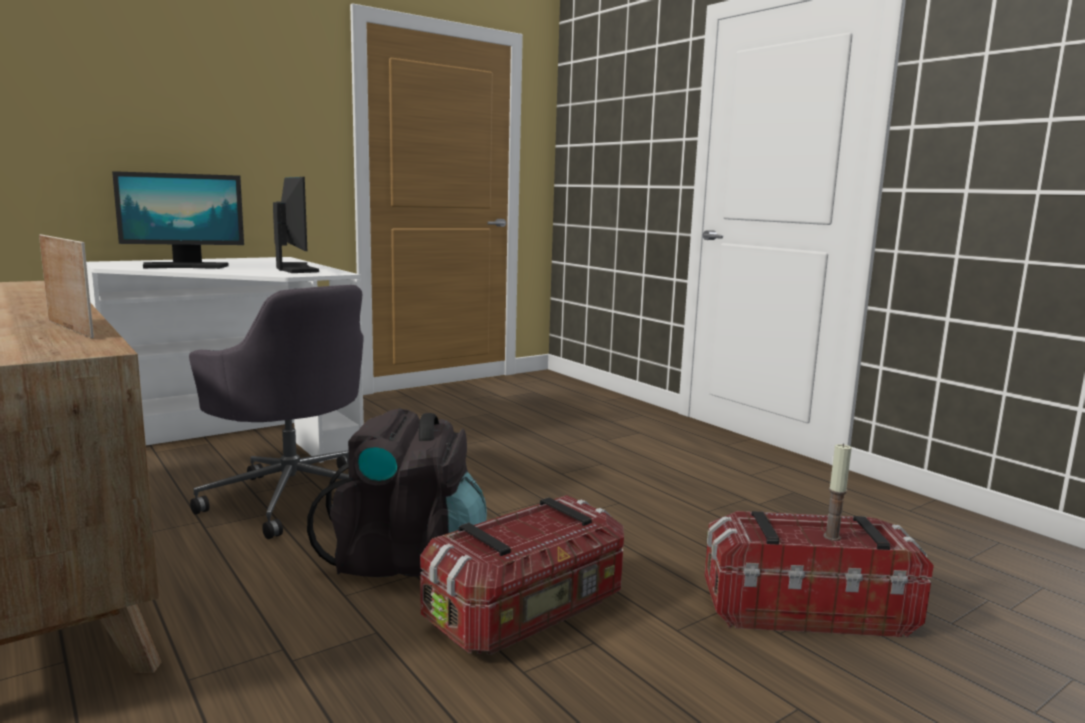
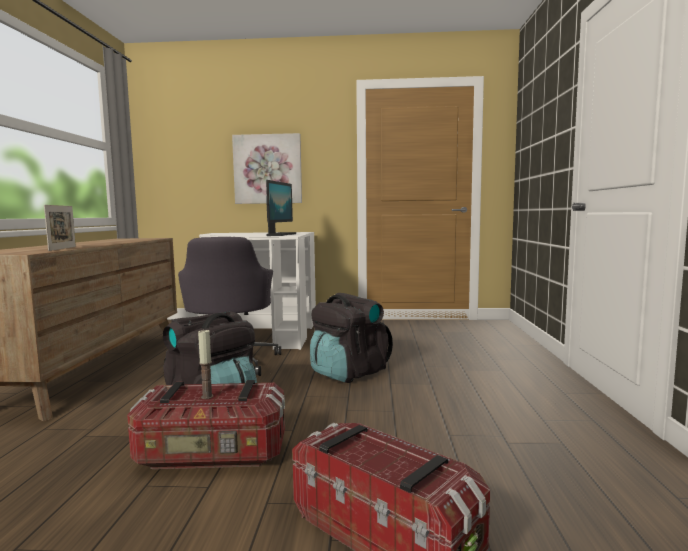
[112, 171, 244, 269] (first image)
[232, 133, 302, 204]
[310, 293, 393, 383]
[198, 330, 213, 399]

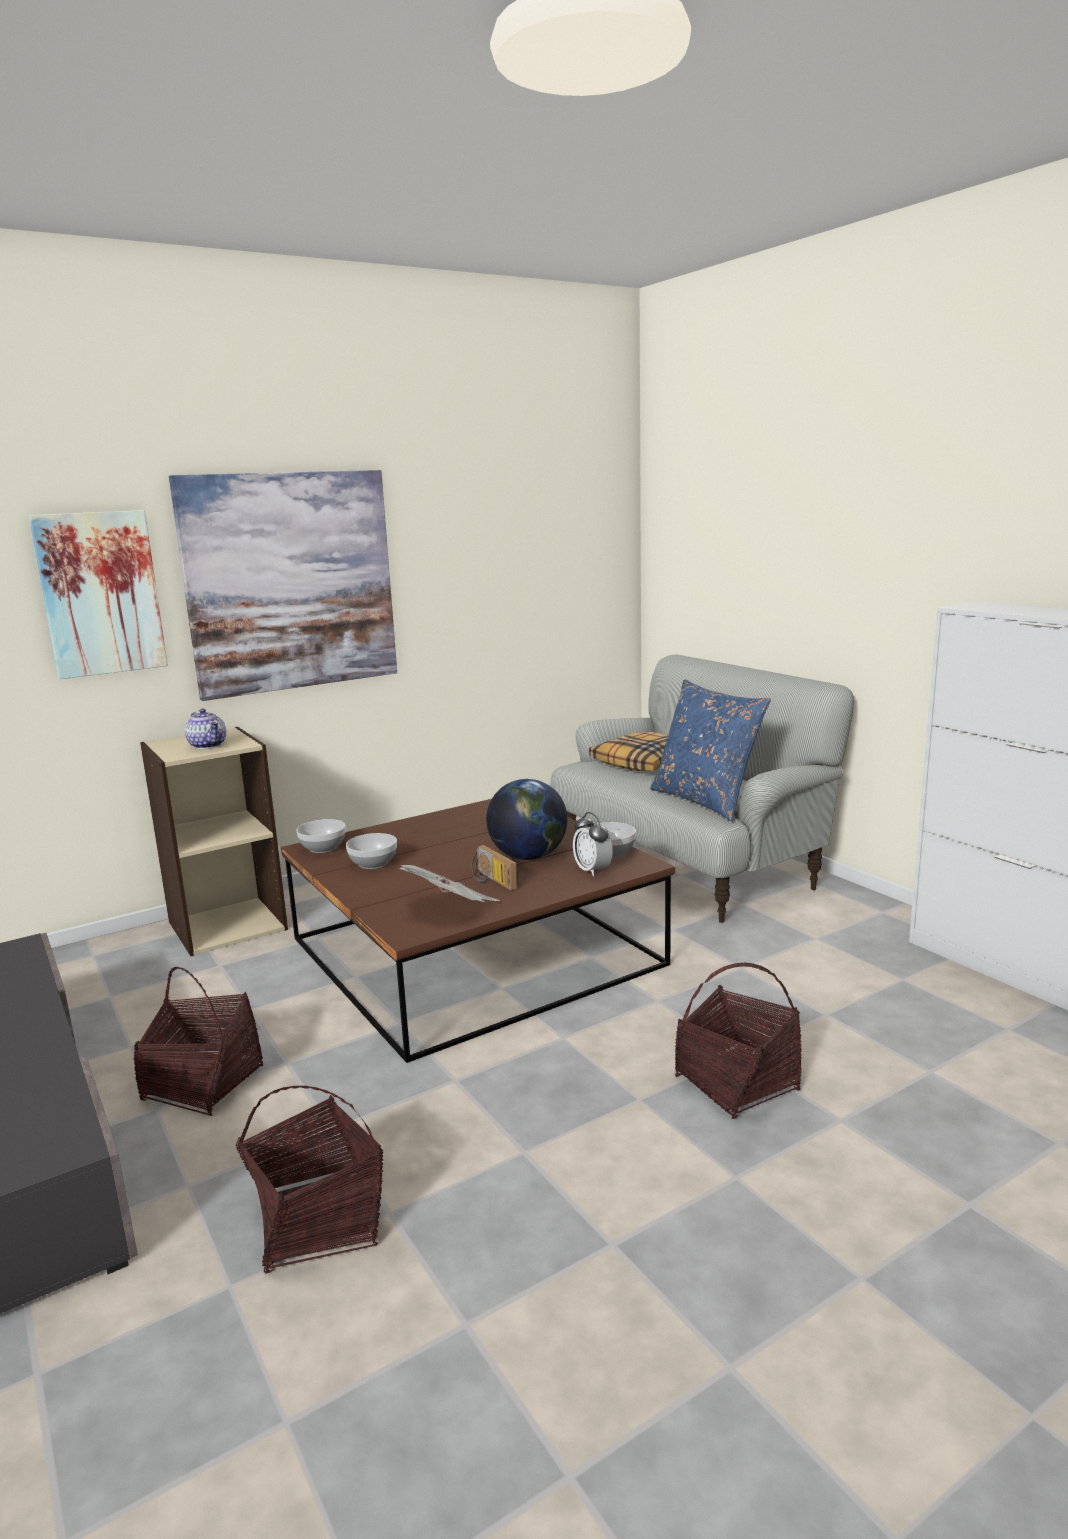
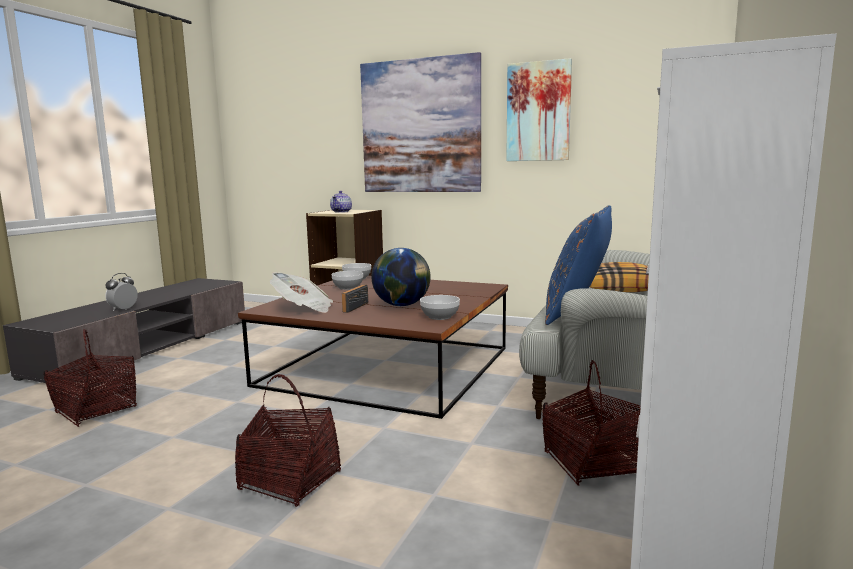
[506, 58, 572, 161]
[542, 360, 641, 486]
[105, 273, 138, 311]

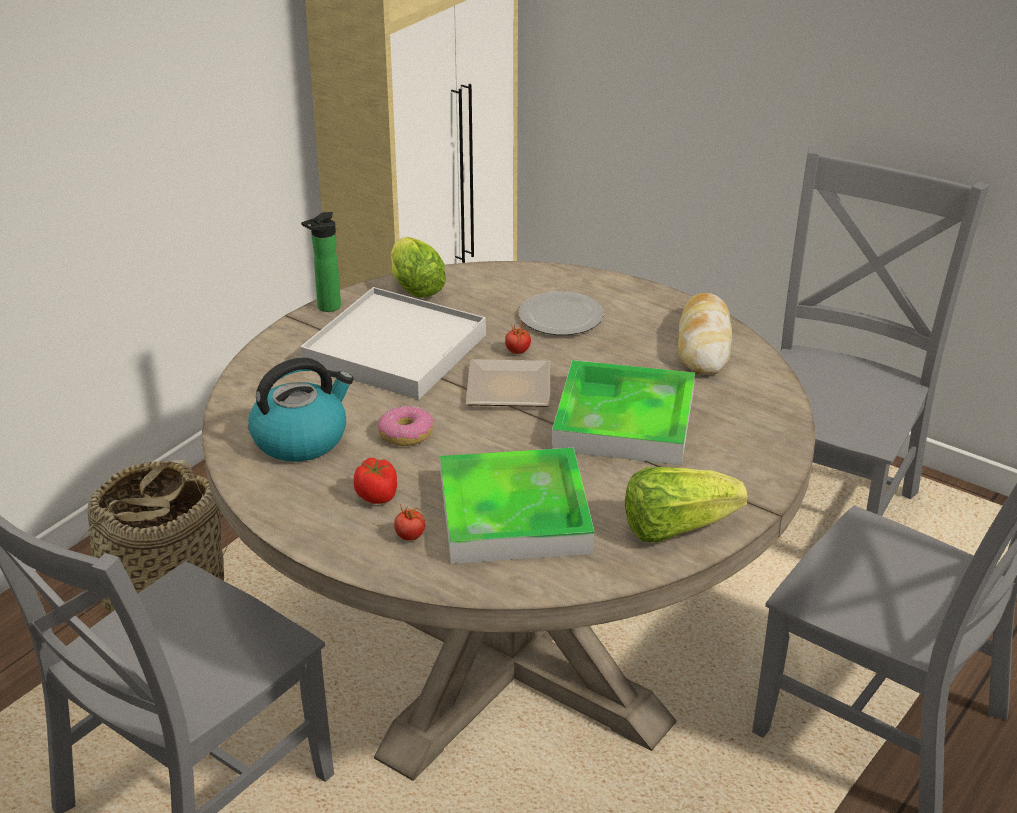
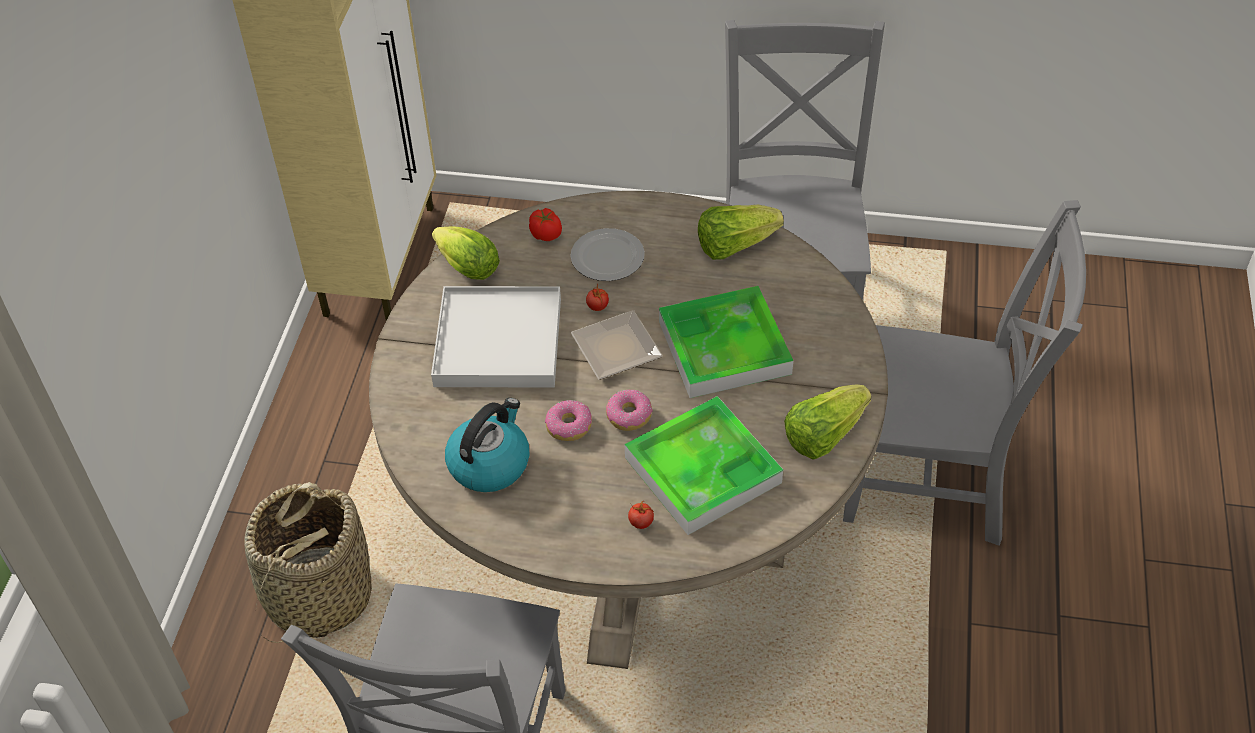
[301, 212, 341, 312] (first image)
[606, 390, 653, 431]
[529, 208, 562, 241]
[698, 205, 784, 260]

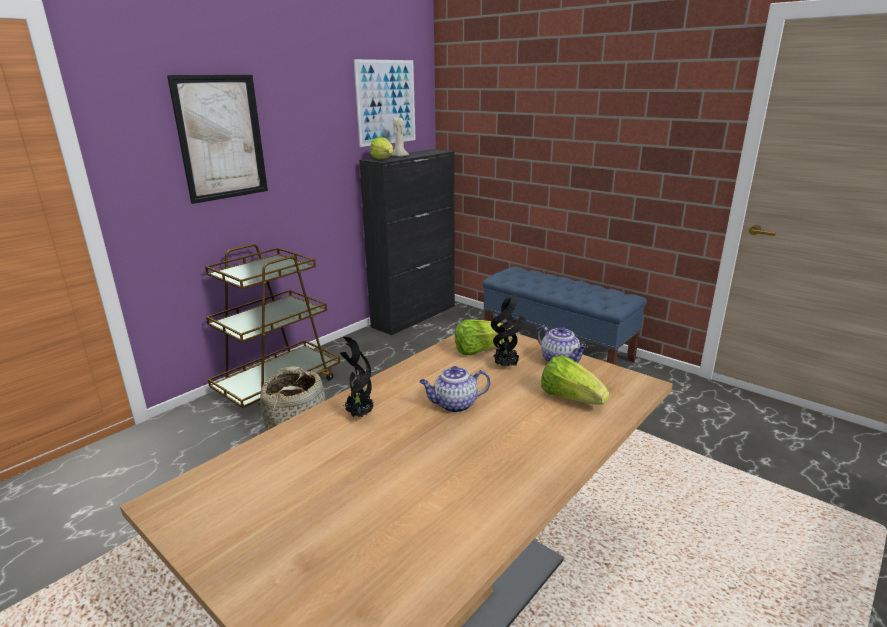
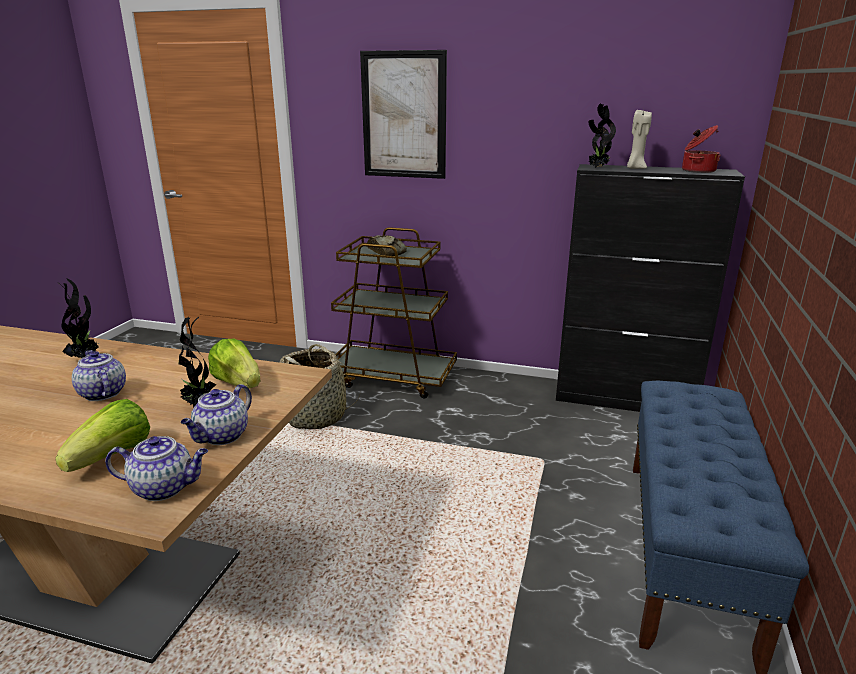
[354, 59, 416, 147] (first image)
[105, 436, 208, 501]
[367, 235, 407, 256]
[682, 125, 721, 173]
[589, 104, 616, 167]

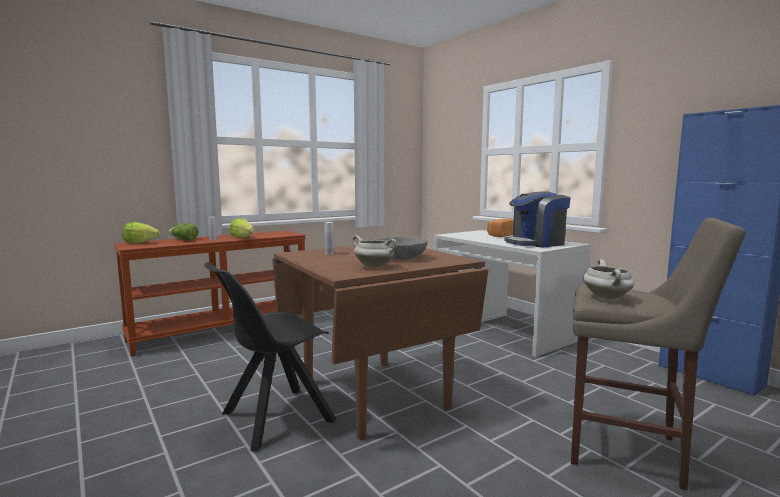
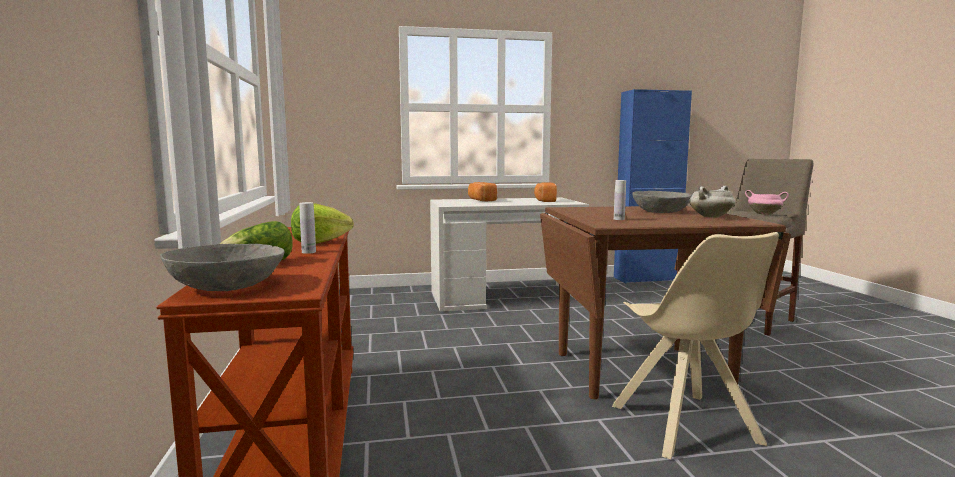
[160, 244, 285, 291]
[534, 182, 557, 202]
[612, 232, 779, 459]
[745, 190, 789, 215]

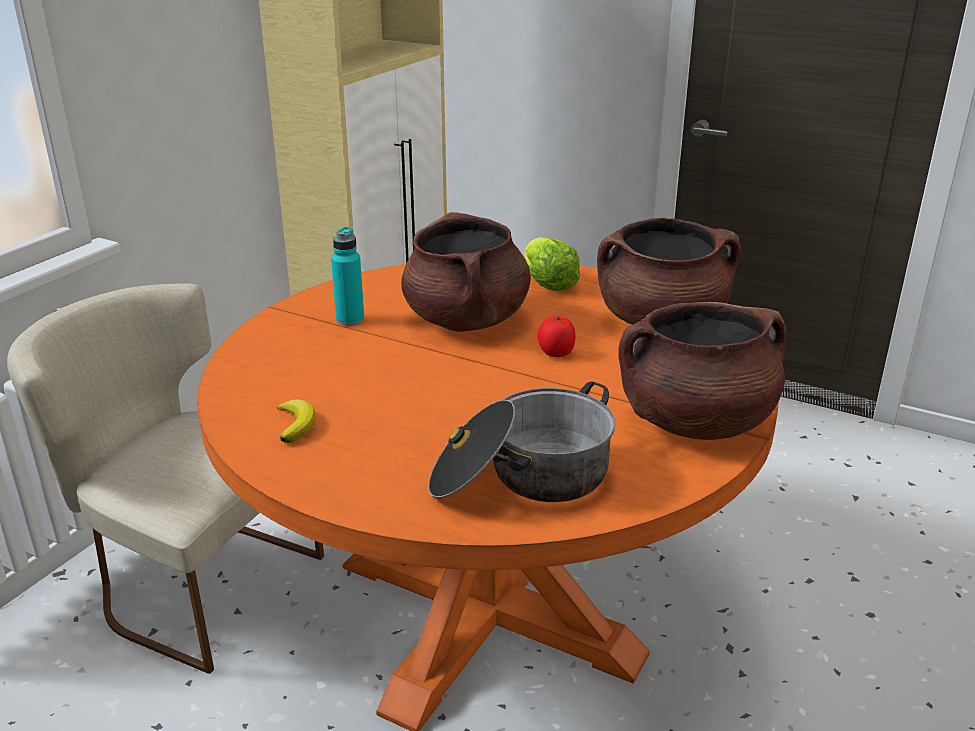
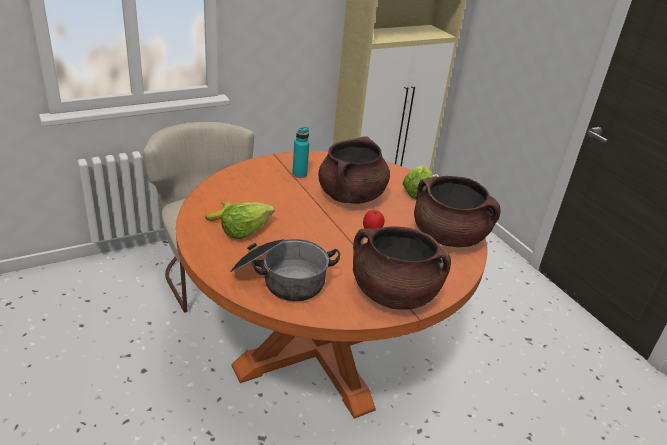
[221, 202, 275, 239]

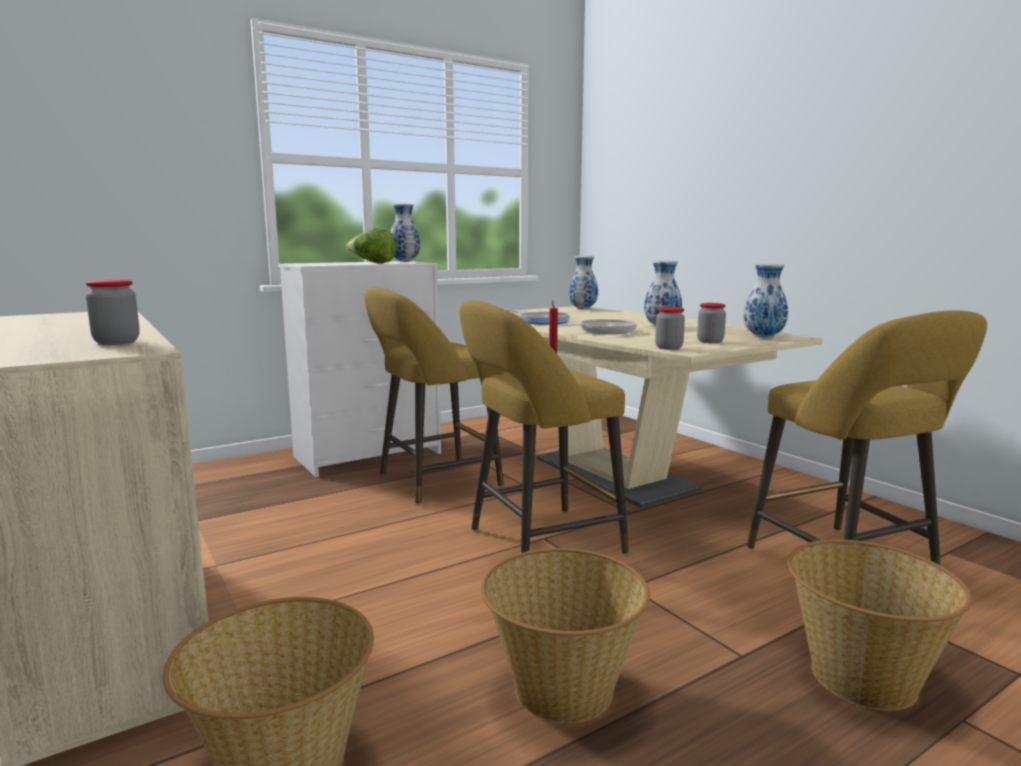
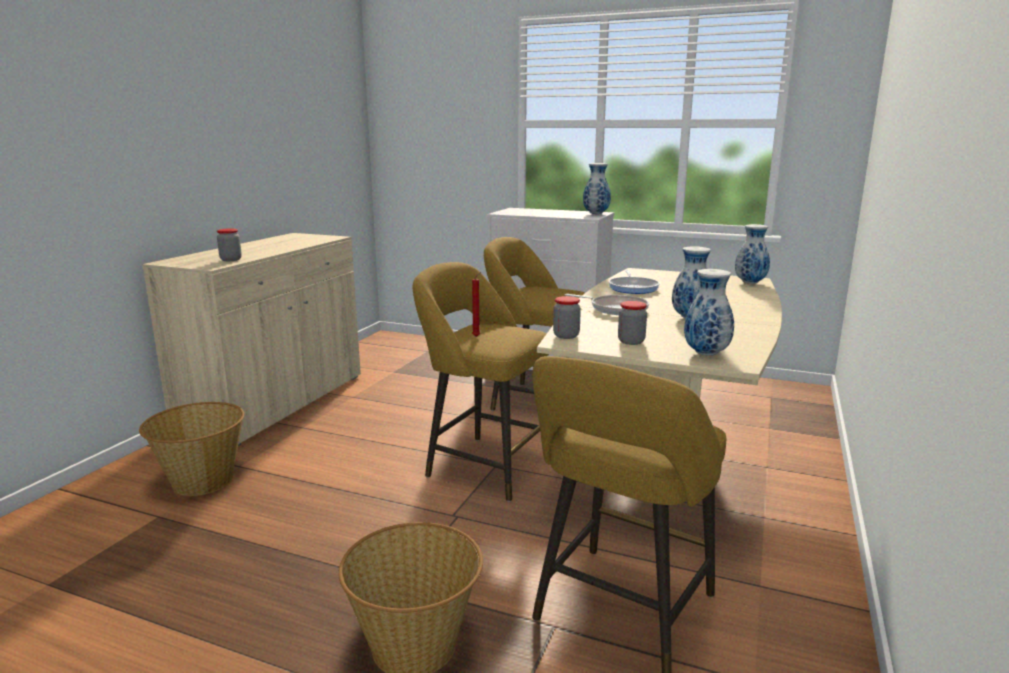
[347, 228, 396, 263] (first image)
[481, 548, 650, 723] (first image)

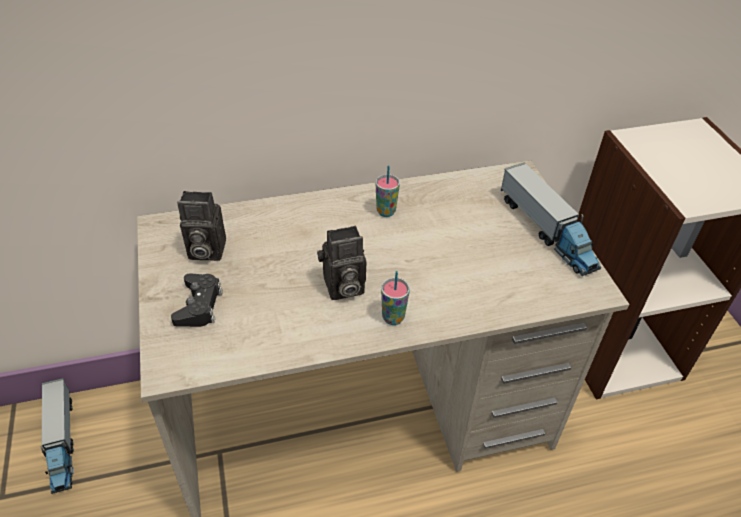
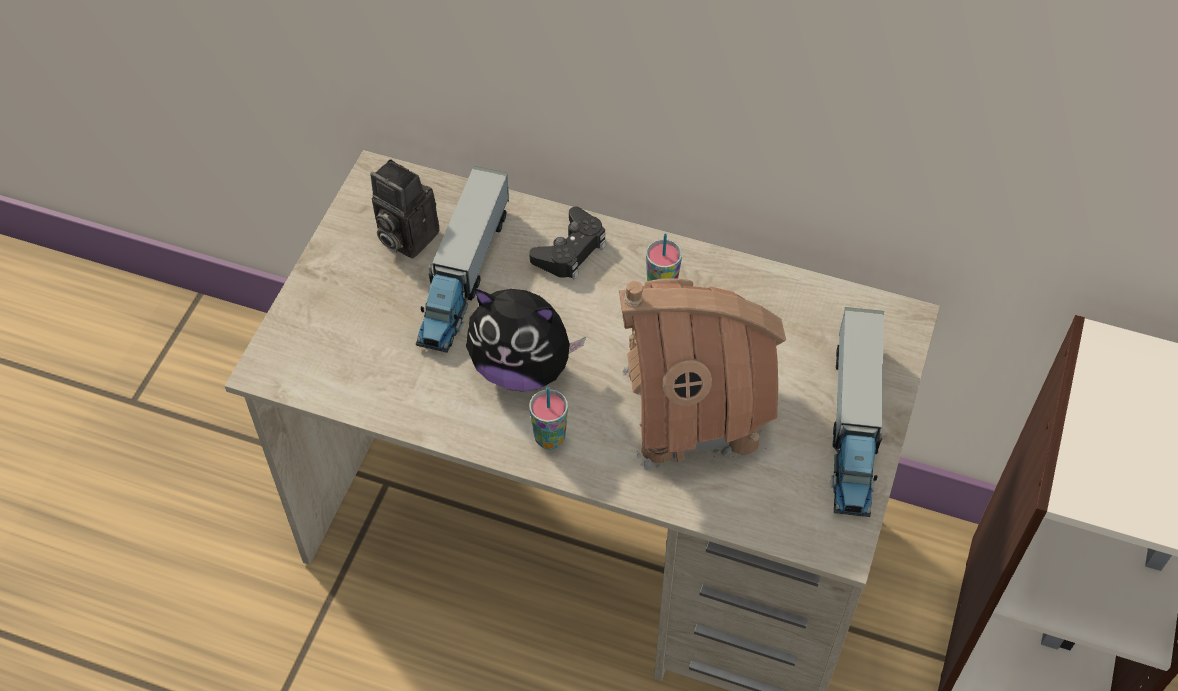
[619, 278, 786, 471]
[416, 166, 509, 353]
[529, 207, 606, 280]
[466, 288, 586, 392]

